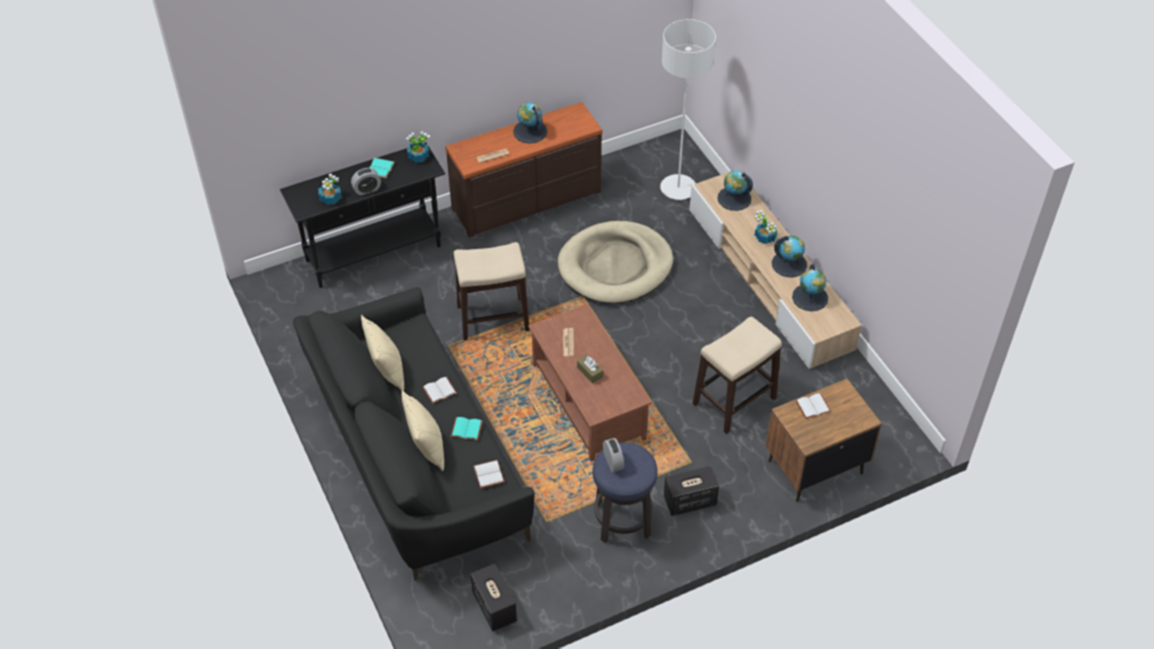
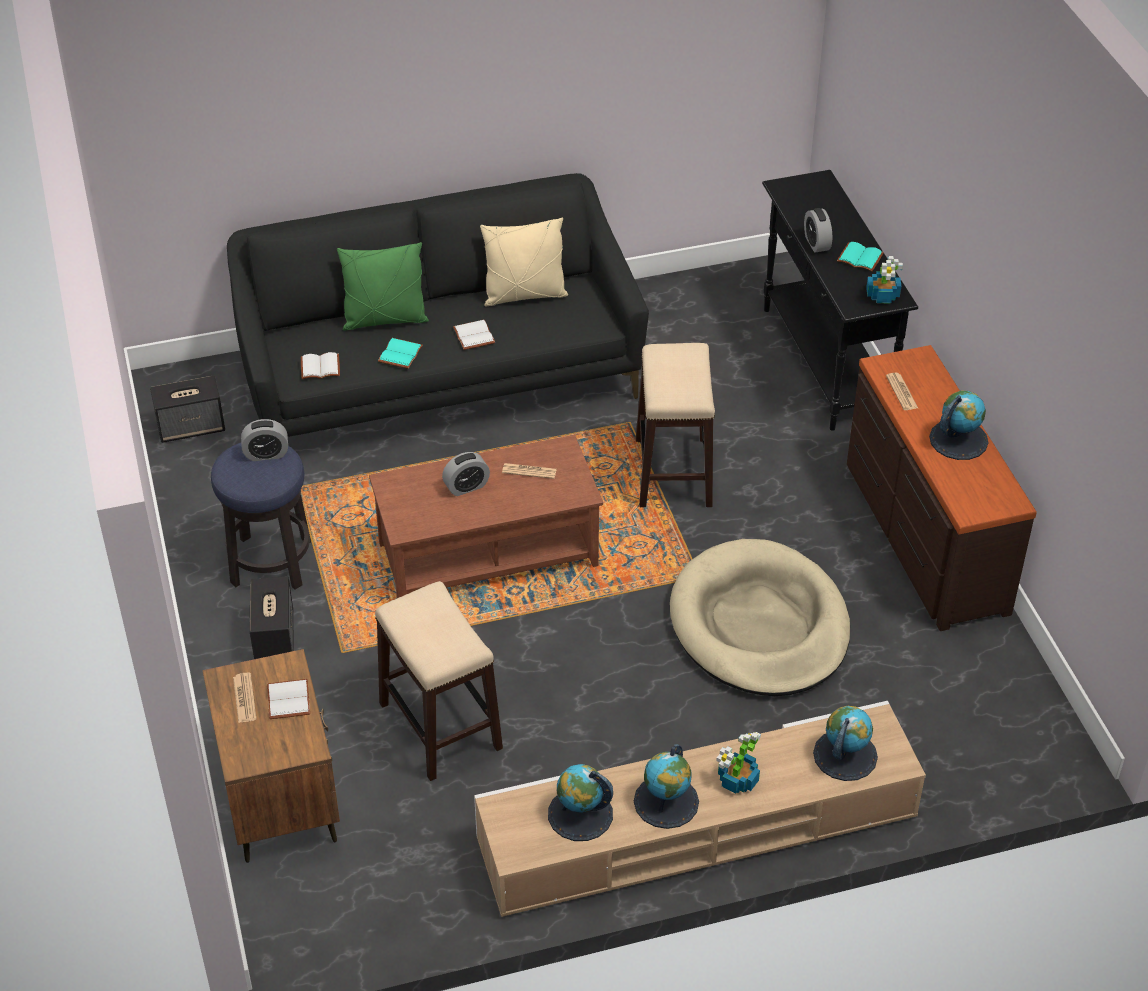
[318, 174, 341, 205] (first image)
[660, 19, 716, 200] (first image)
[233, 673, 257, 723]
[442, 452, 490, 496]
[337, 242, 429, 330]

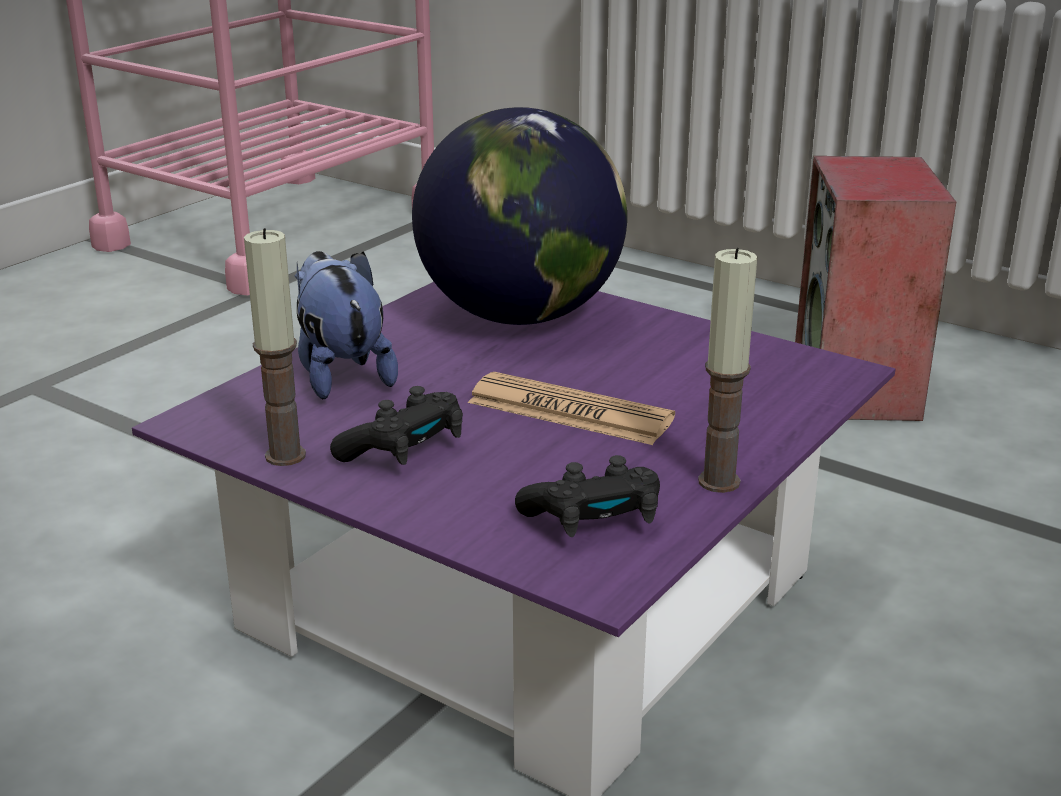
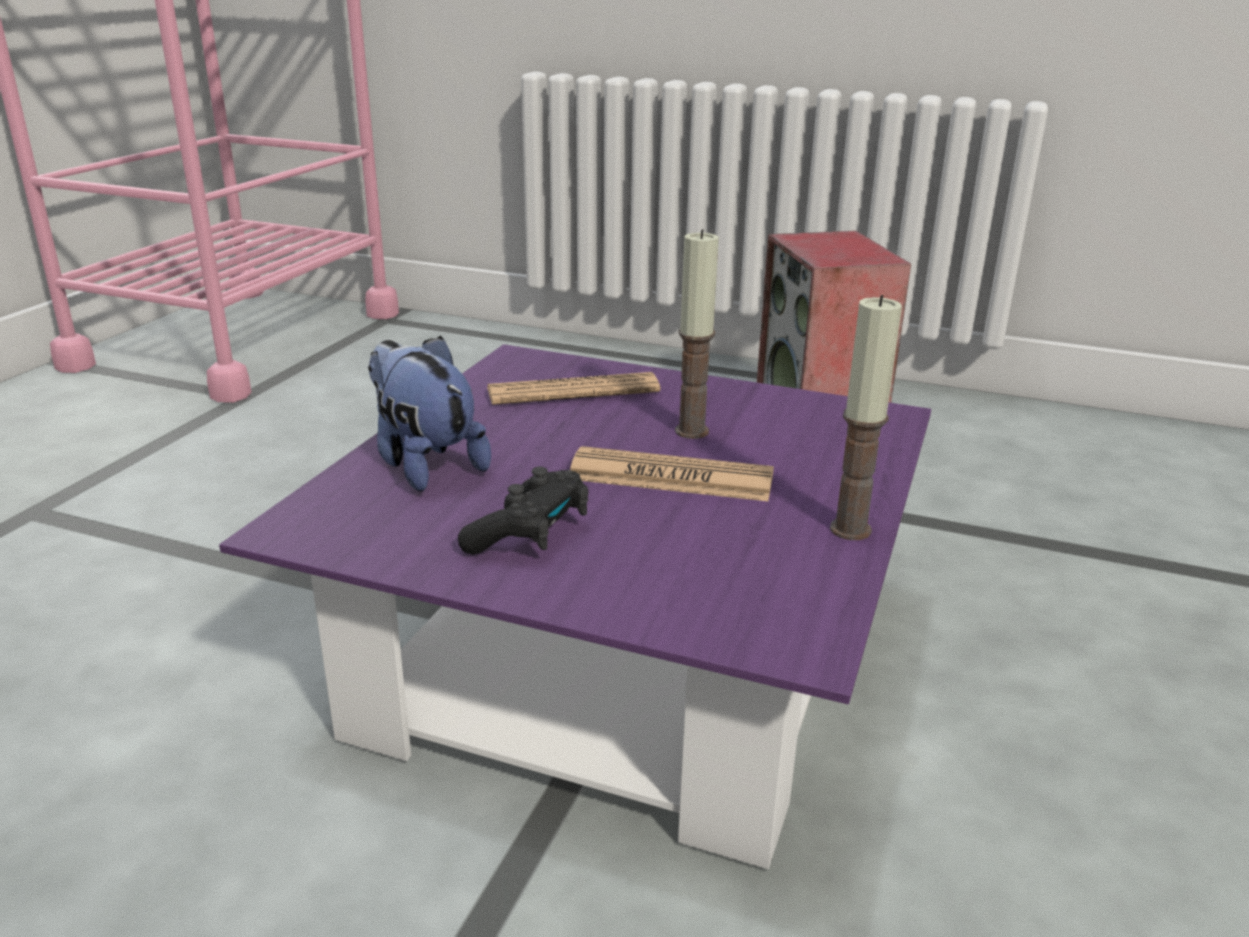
[515, 455, 660, 537] (first image)
[675, 229, 719, 439]
[487, 372, 660, 405]

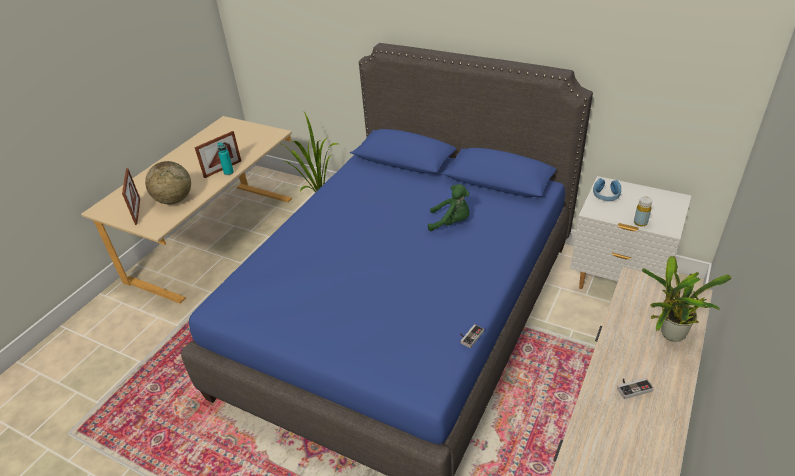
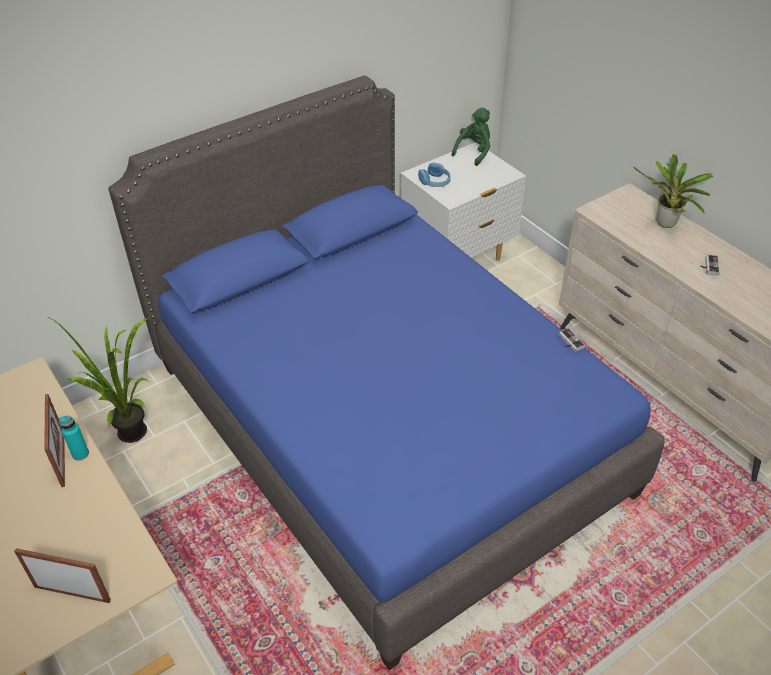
[145, 161, 191, 204] (first image)
[634, 196, 652, 227] (first image)
[451, 107, 490, 166]

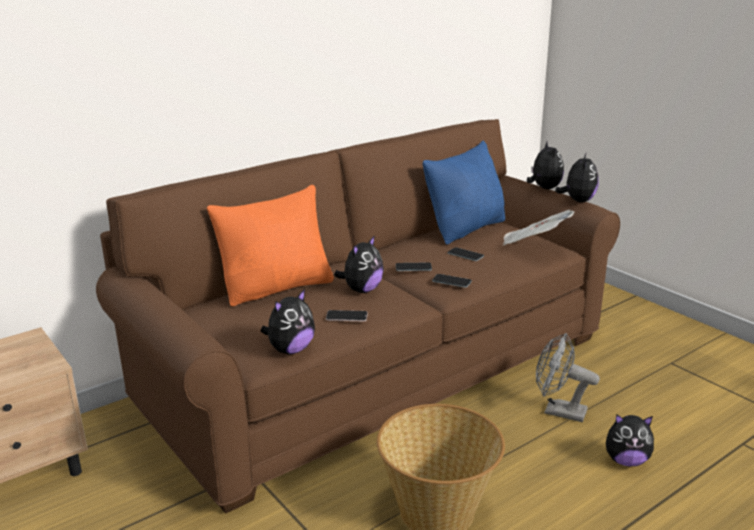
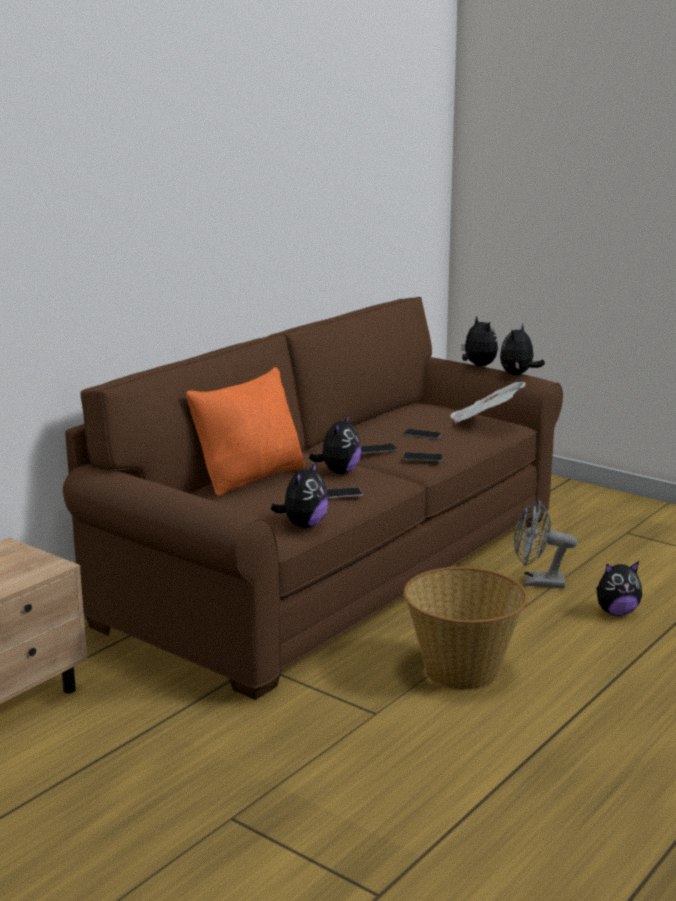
[423, 141, 505, 245] (first image)
[500, 323, 545, 375]

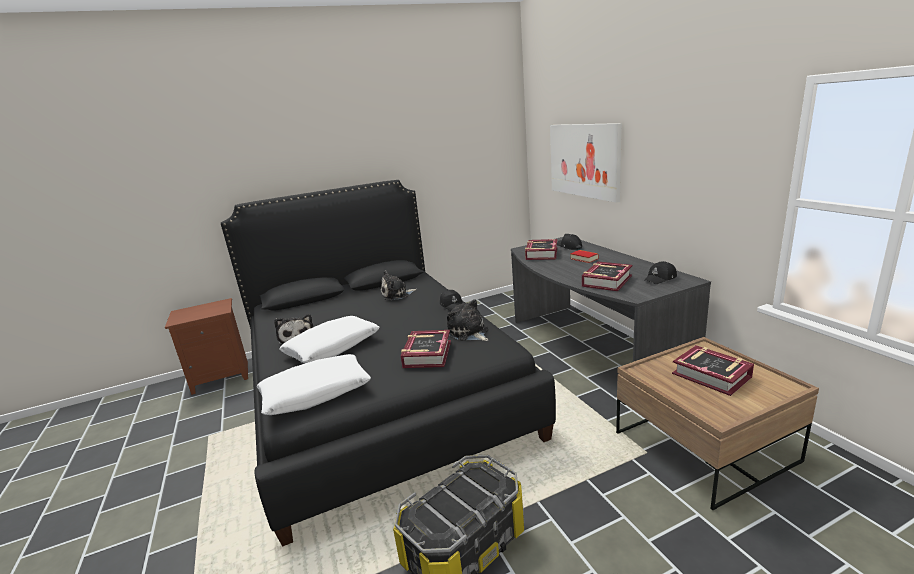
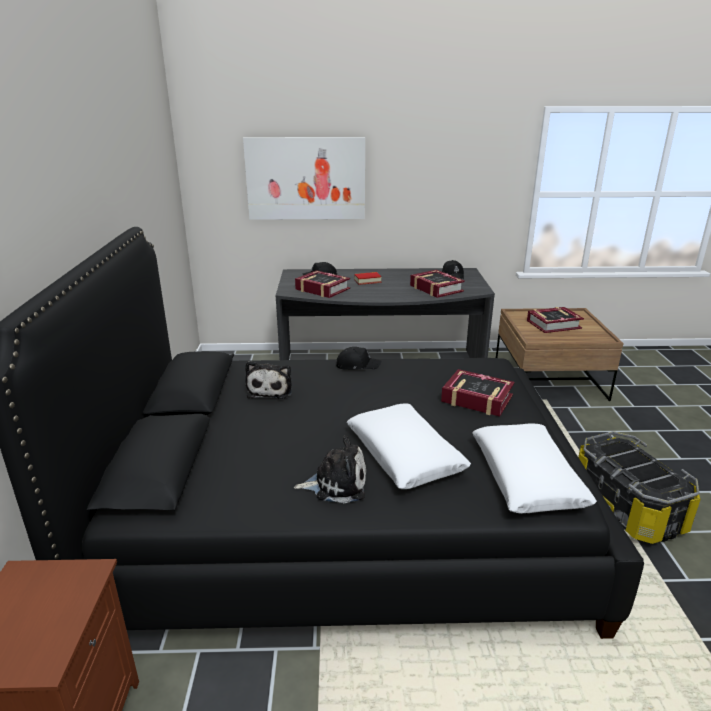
[447, 299, 488, 341] (first image)

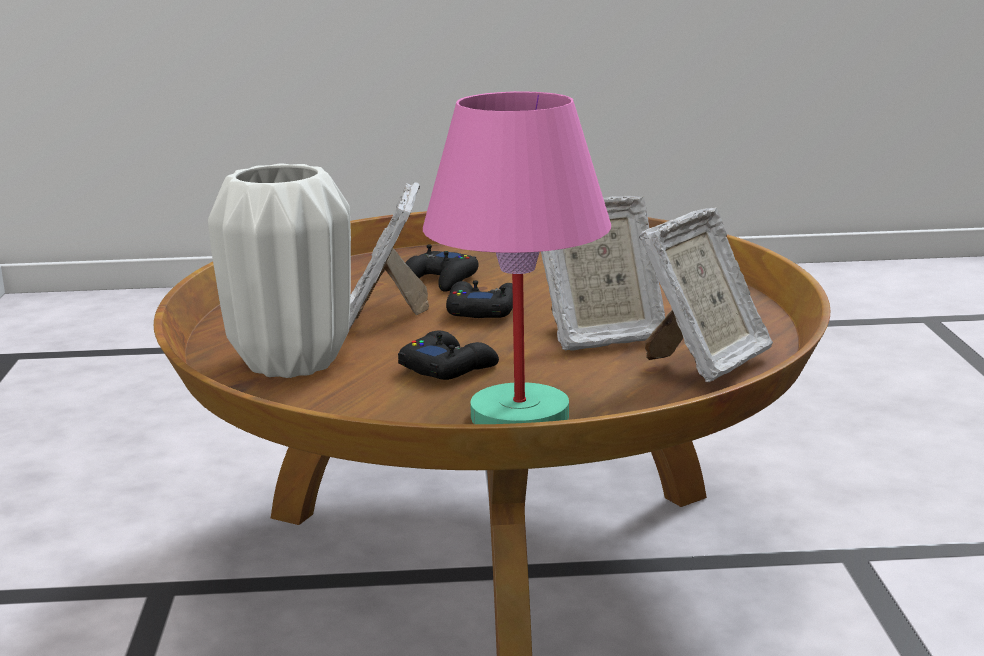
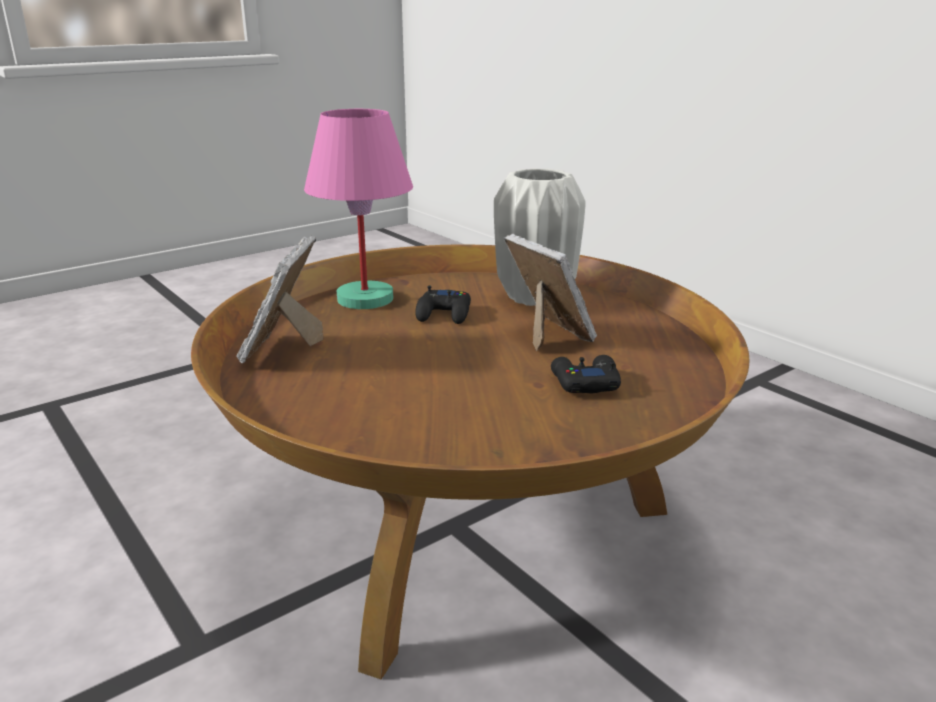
[446, 280, 513, 318] (first image)
[541, 196, 665, 351] (first image)

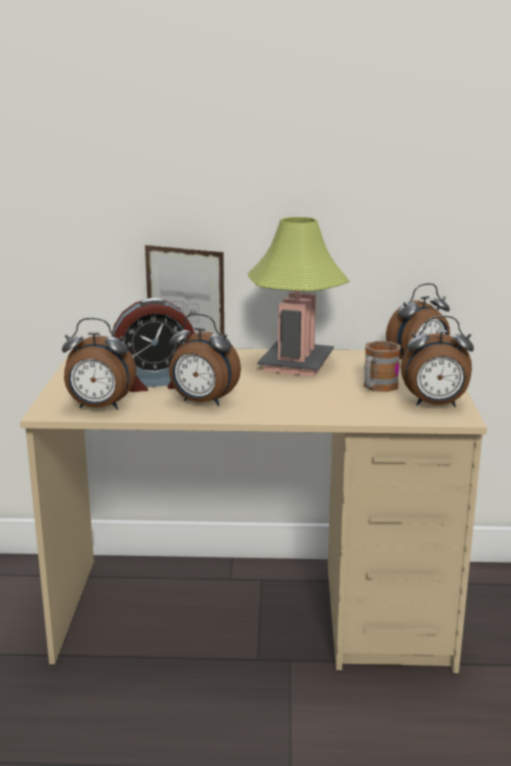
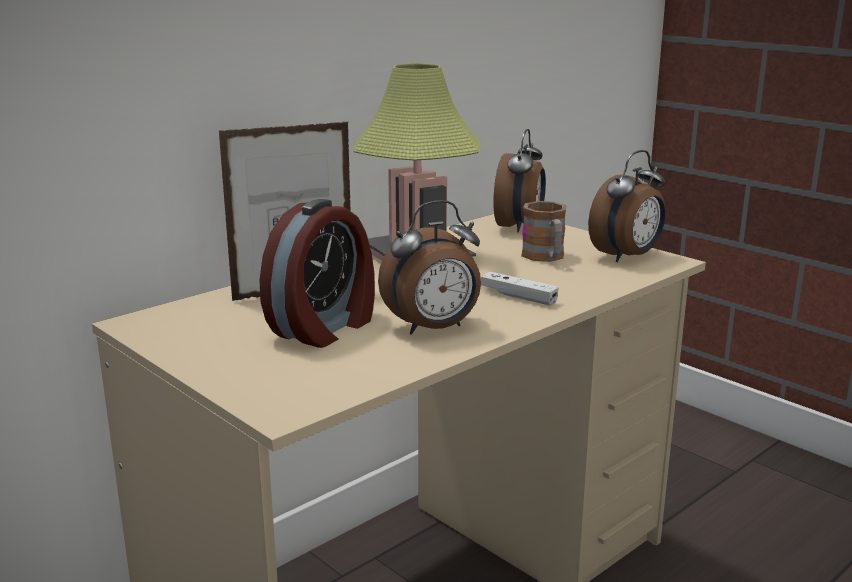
[62, 318, 136, 410] (first image)
[481, 272, 559, 306]

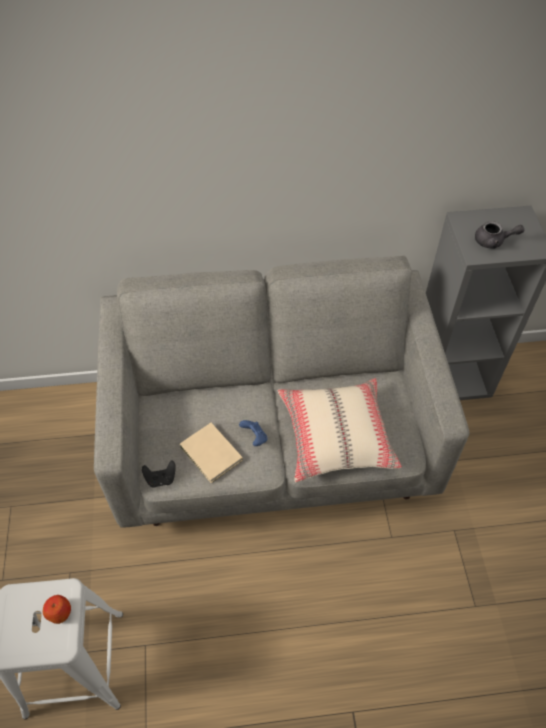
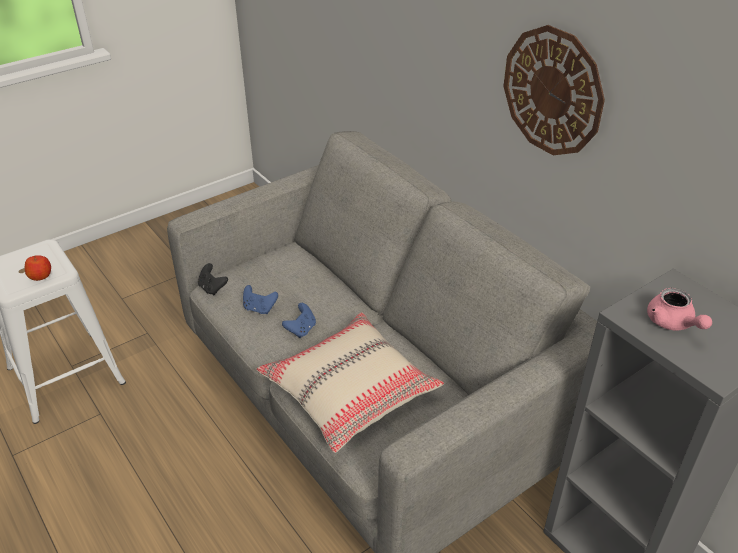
[503, 25, 605, 155]
[243, 285, 278, 314]
[647, 288, 712, 331]

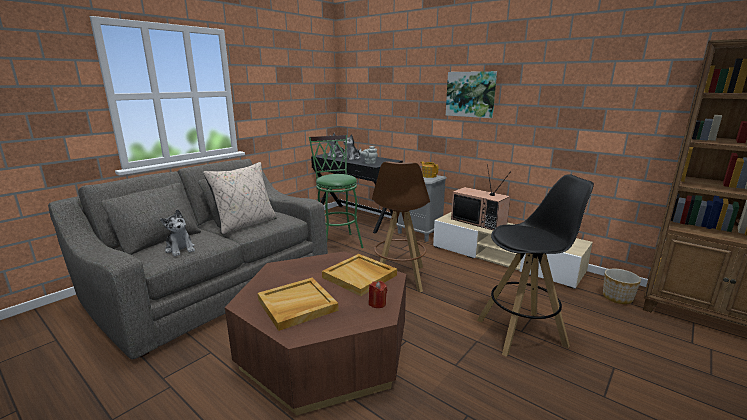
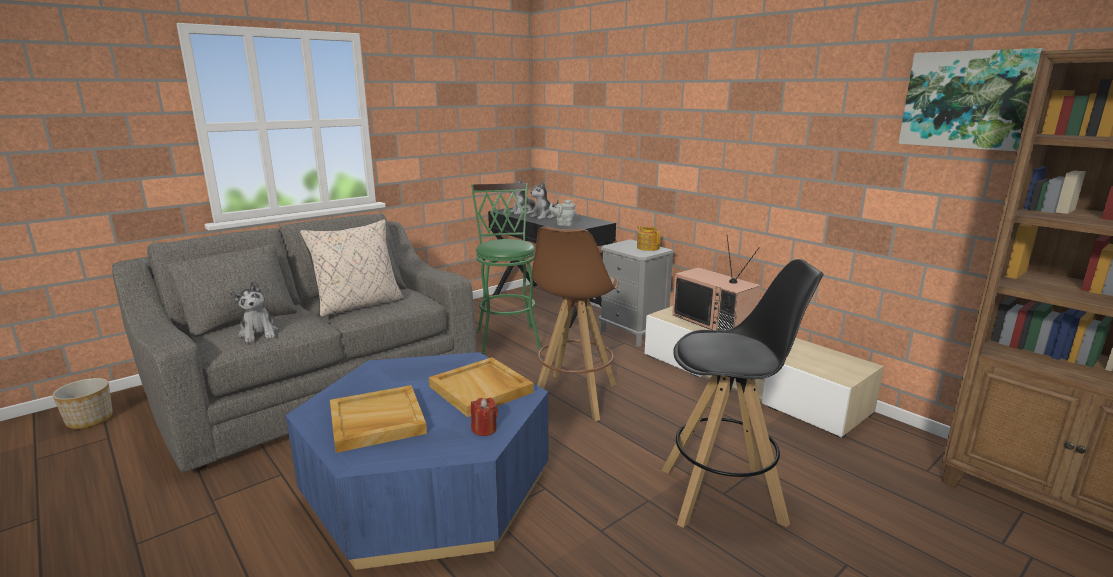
[898, 48, 1044, 151]
[52, 378, 113, 429]
[286, 352, 548, 570]

